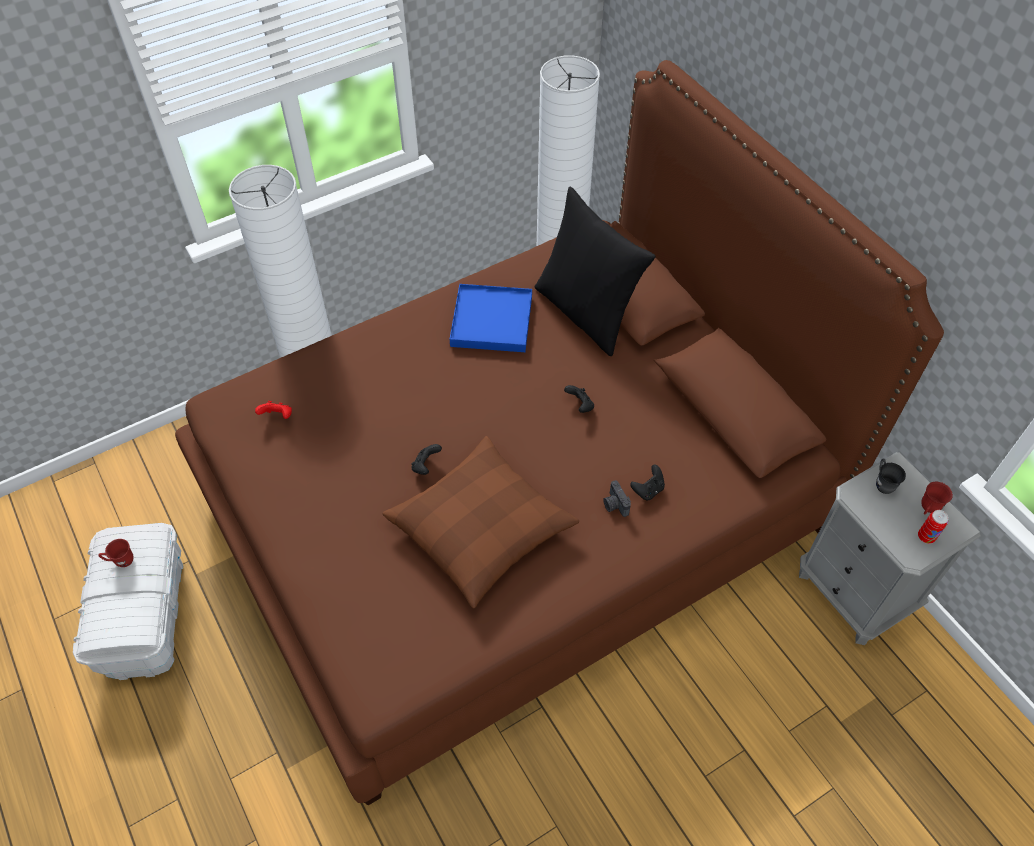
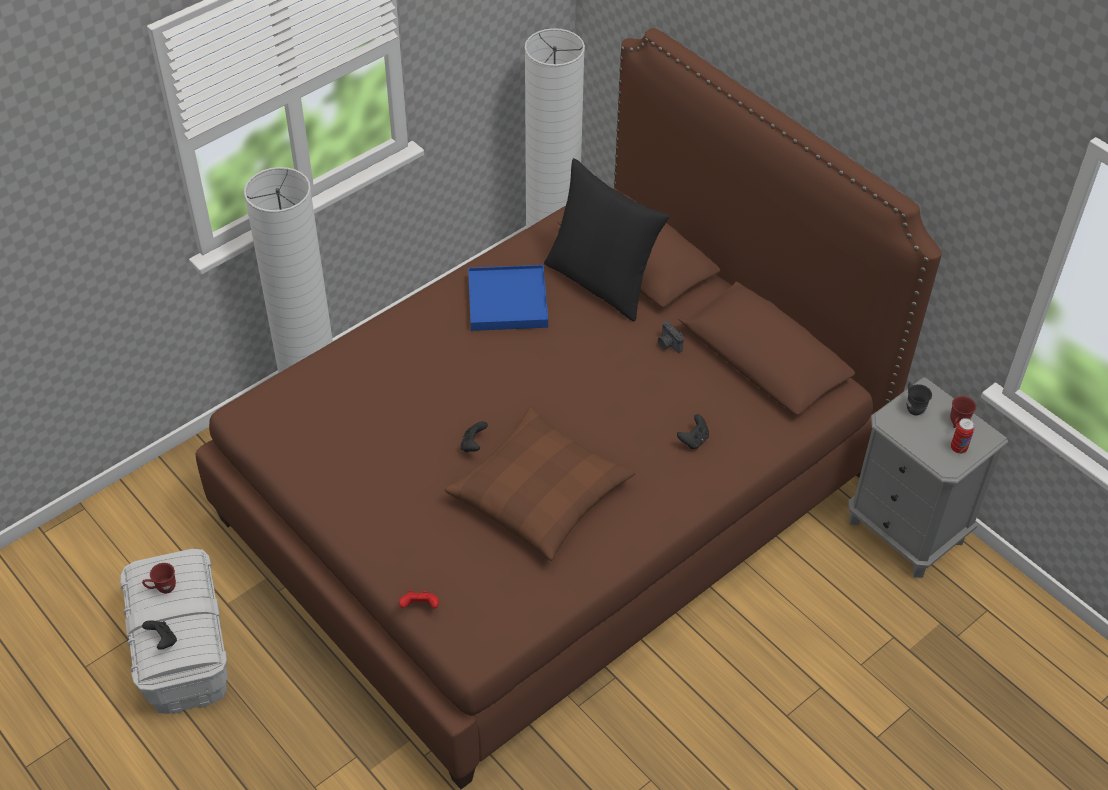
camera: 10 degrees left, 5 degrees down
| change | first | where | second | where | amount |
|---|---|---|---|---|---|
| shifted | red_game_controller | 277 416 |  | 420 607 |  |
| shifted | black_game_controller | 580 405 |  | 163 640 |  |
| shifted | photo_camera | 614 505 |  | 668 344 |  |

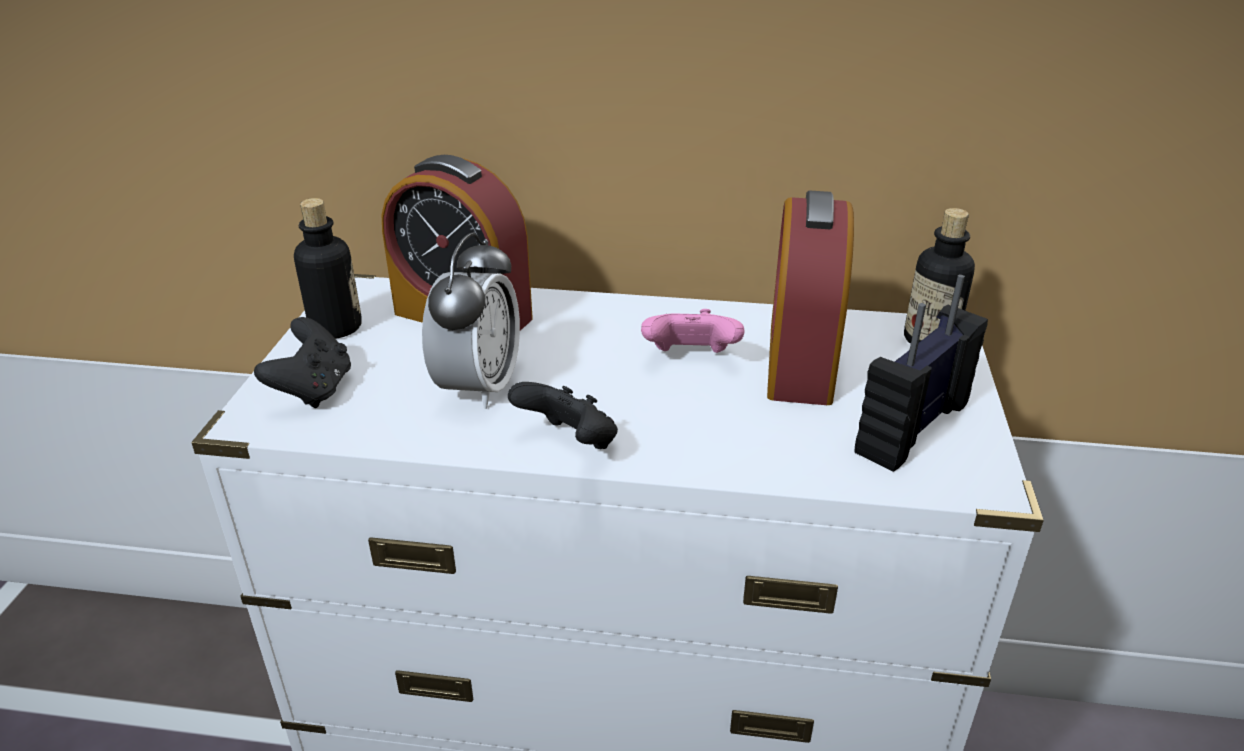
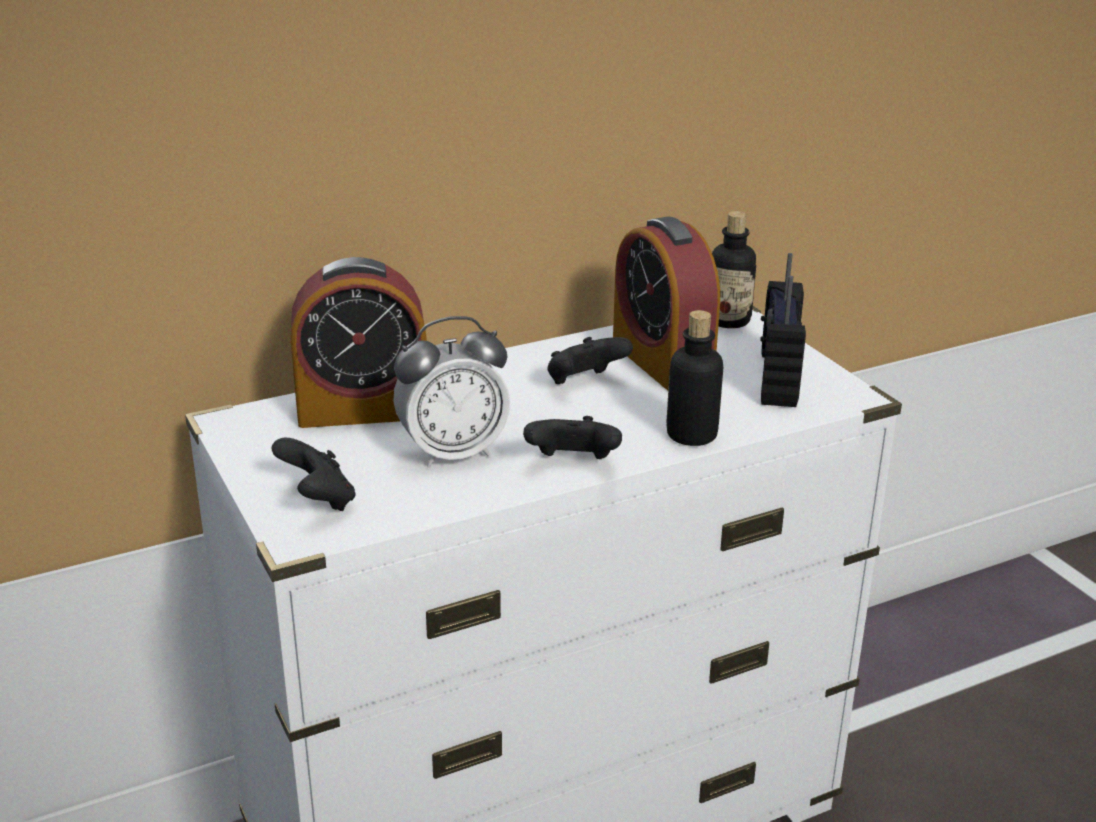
camera: 35 degrees left, 5 degrees down
| change | first | where | second | where | amount |
|---|---|---|---|---|---|
| shifted | bottle | 336 327 |  | 691 435 |  |
| repainted | pink_game_controller | 690 358 | black_game_controller | 584 383 |  |
| rotated | alarm_clock | 478 387 |  | 453 453 | 90 degrees clockwise |

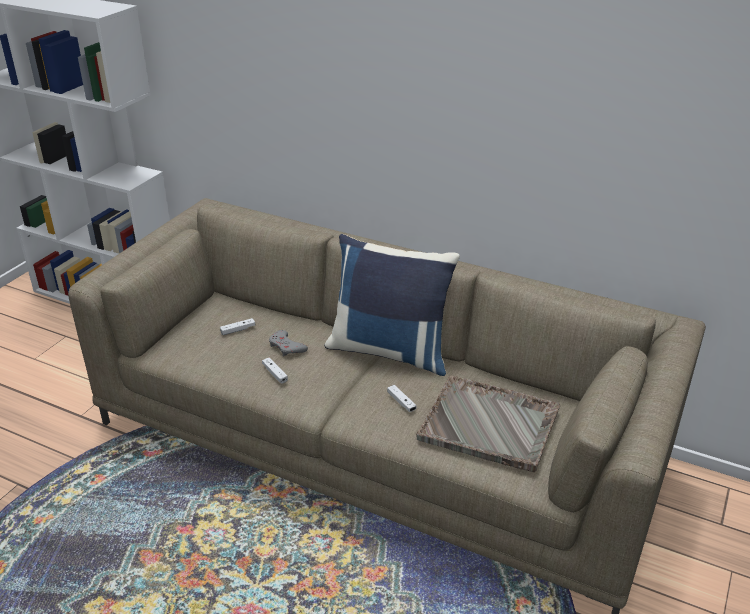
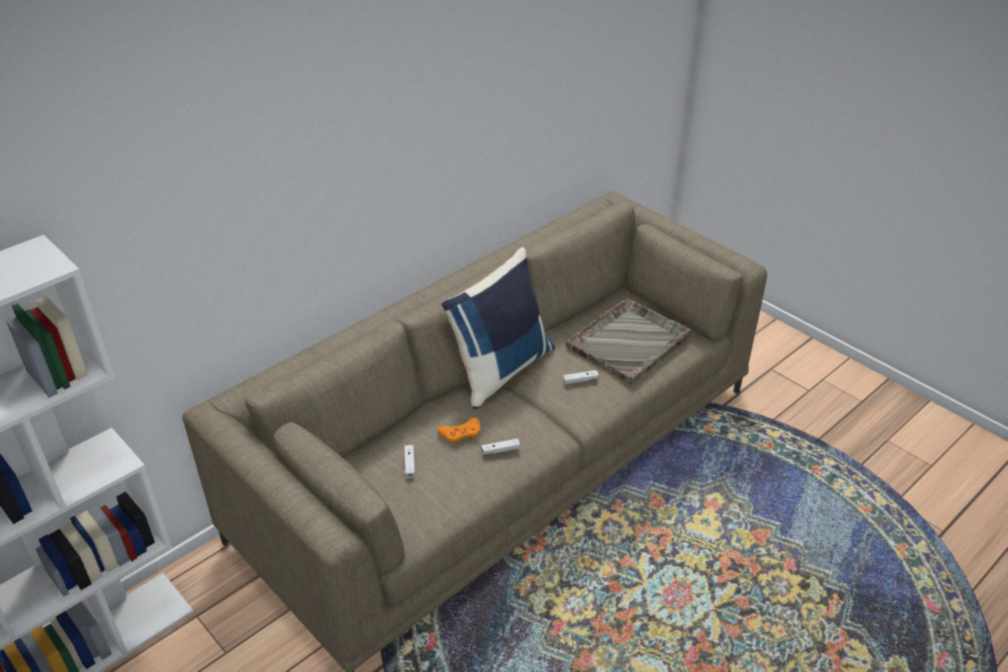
camera: 70 degrees left, 5 degrees up
| change | first | where | second | where | amount |
|---|---|---|---|---|---|
| repainted | grey_game_controller | 286 347 | orange_game_controller | 461 434 |  |

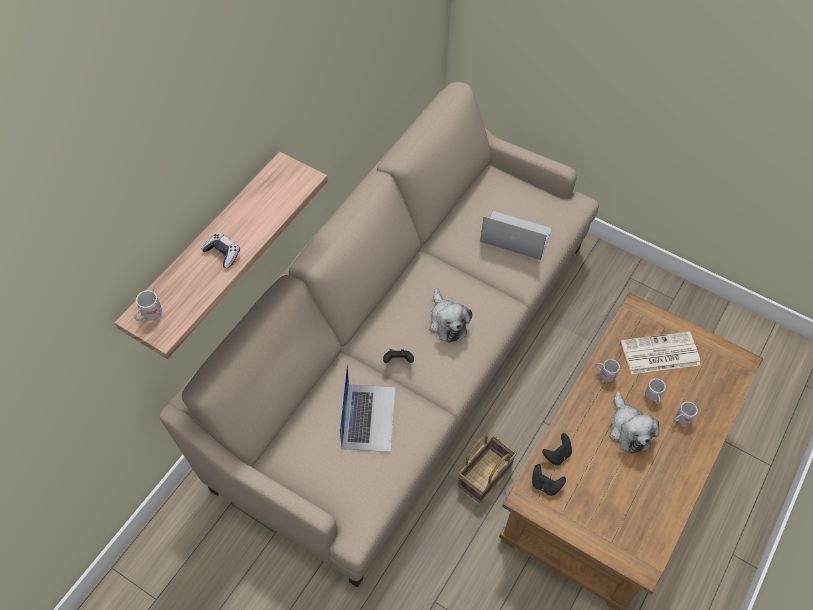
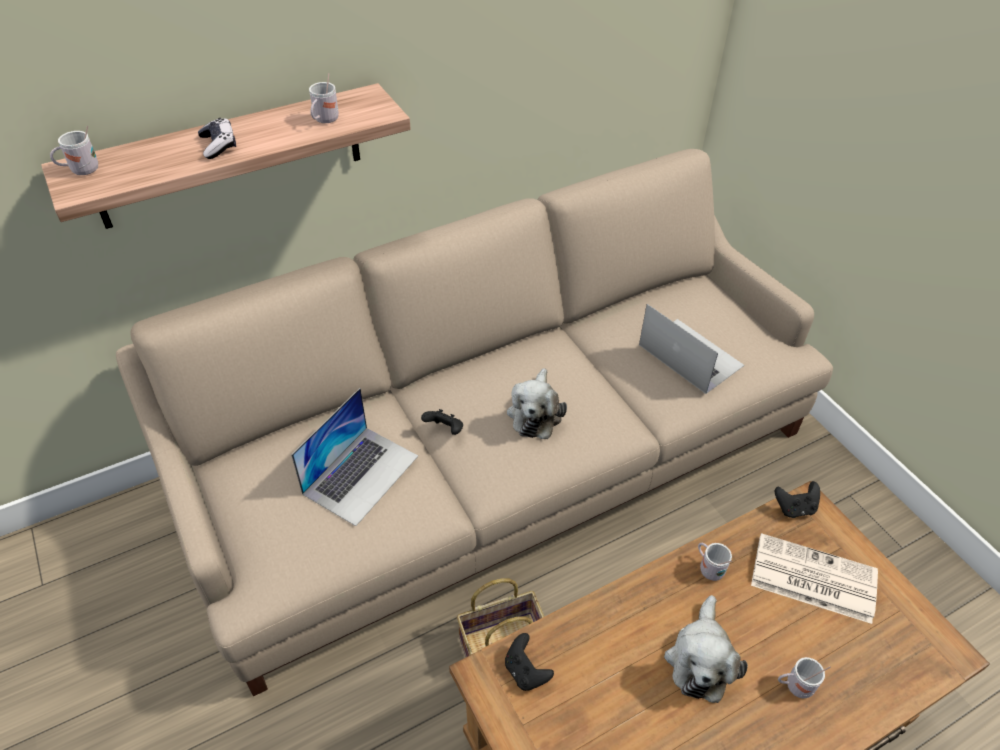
camera: 30 degrees right, 10 degrees down
| change | first | where | second | where | amount |
|---|---|---|---|---|---|
| shifted | black_game_controller | 557 455 |  | 794 508 |  |
| shifted | white_mug | 652 398 |  | 324 121 |  |

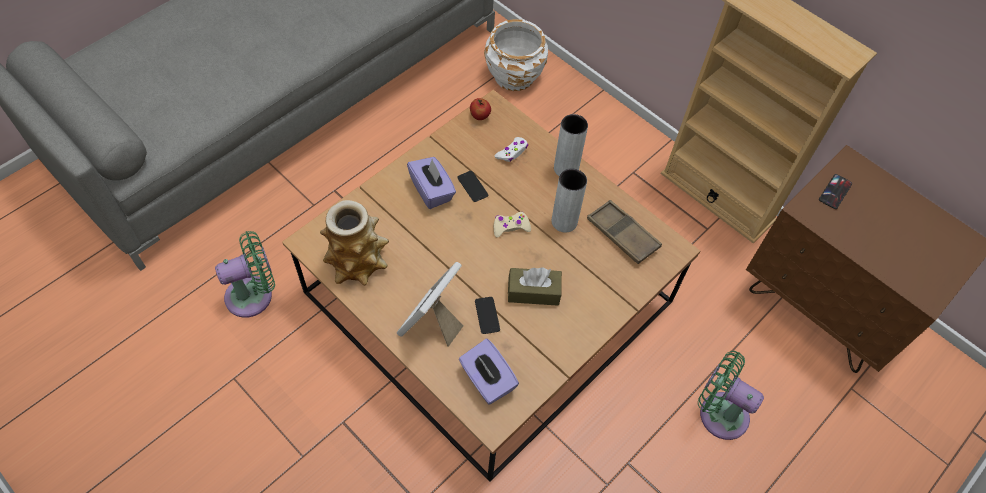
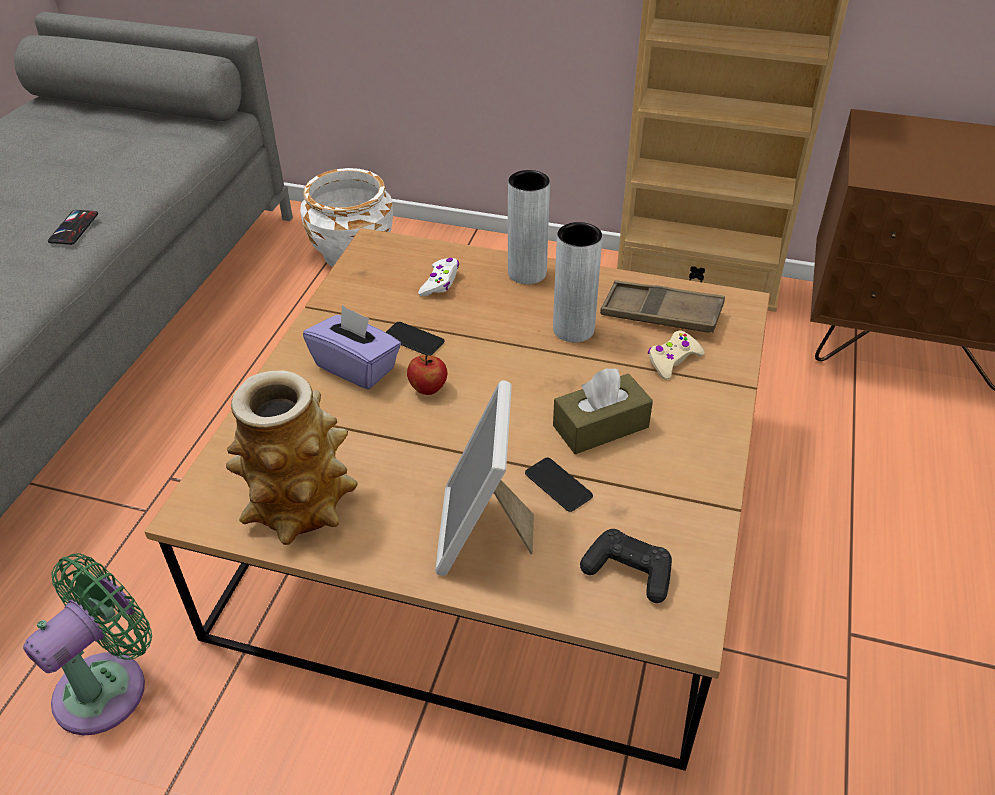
camera: 25 degrees left, 15 degrees down
| change | first | where | second | where | amount |
|---|---|---|---|---|---|
| gone | green_fan | 719 412 |  |  |  |
| shifted | apple | 480 116 |  | 428 389 |  |
| shifted | beige_game_controller | 510 227 |  | 672 360 |  |
| shifted | phone | 835 192 |  | 74 228 |  |
| swapped | purple_tissue_box | 487 380 | black_game_controller | 628 572 |  |

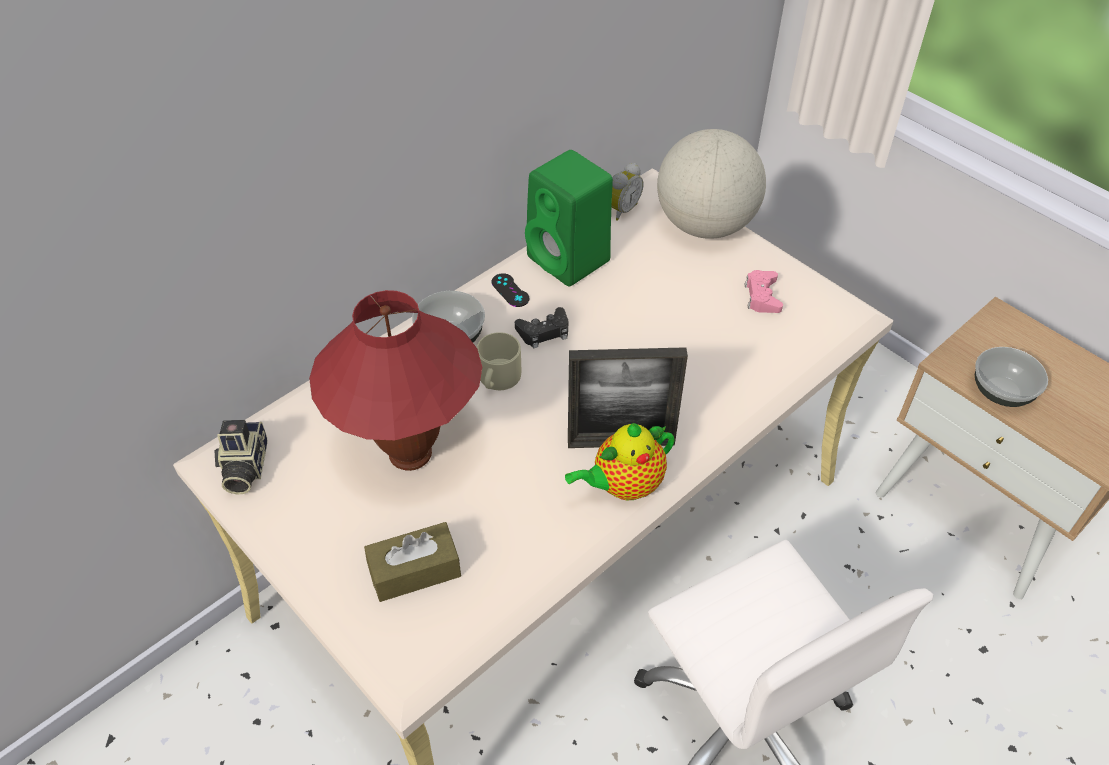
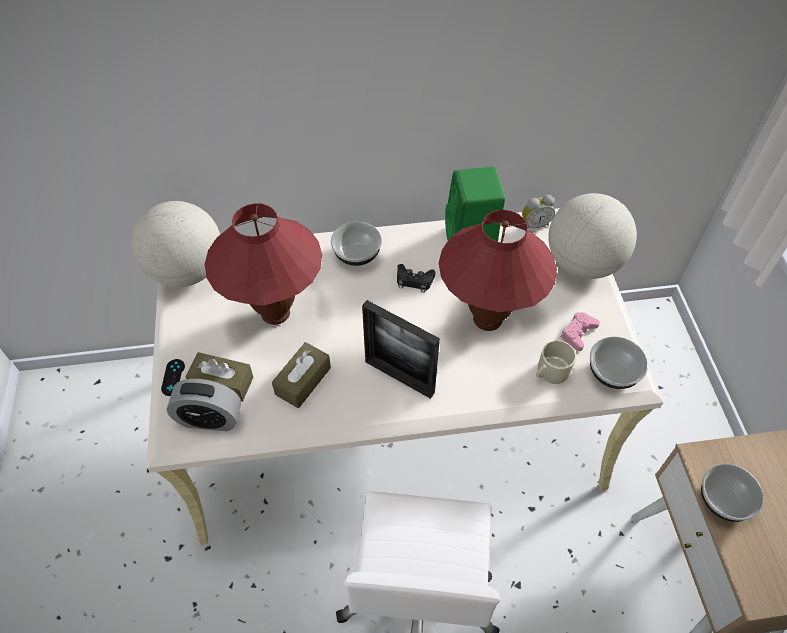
camera: 35 degrees right, 5 degrees up
| change | first | where | second | where | amount |
|---|---|---|---|---|---|
| gone | teapot | 623 485 |  |  |  |
| new |  |  | alarm_clock | 209 418 |  |
| new |  |  | brown_tissue_box | 303 381 |  |
| new |  |  | red_table_lamp | 488 320 |  |
| new |  |  | bowl | 613 373 |  |
| shifted | beige_mug | 497 378 |  | 550 372 |  |
| shifted | black_game_controller | 510 290 |  | 173 377 |  |
| swapped | photo_camera | 243 467 | globe | 187 271 |  |

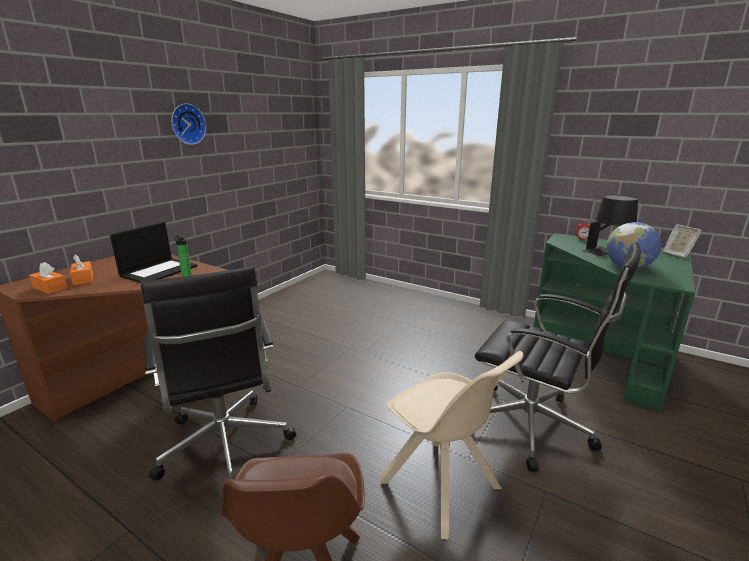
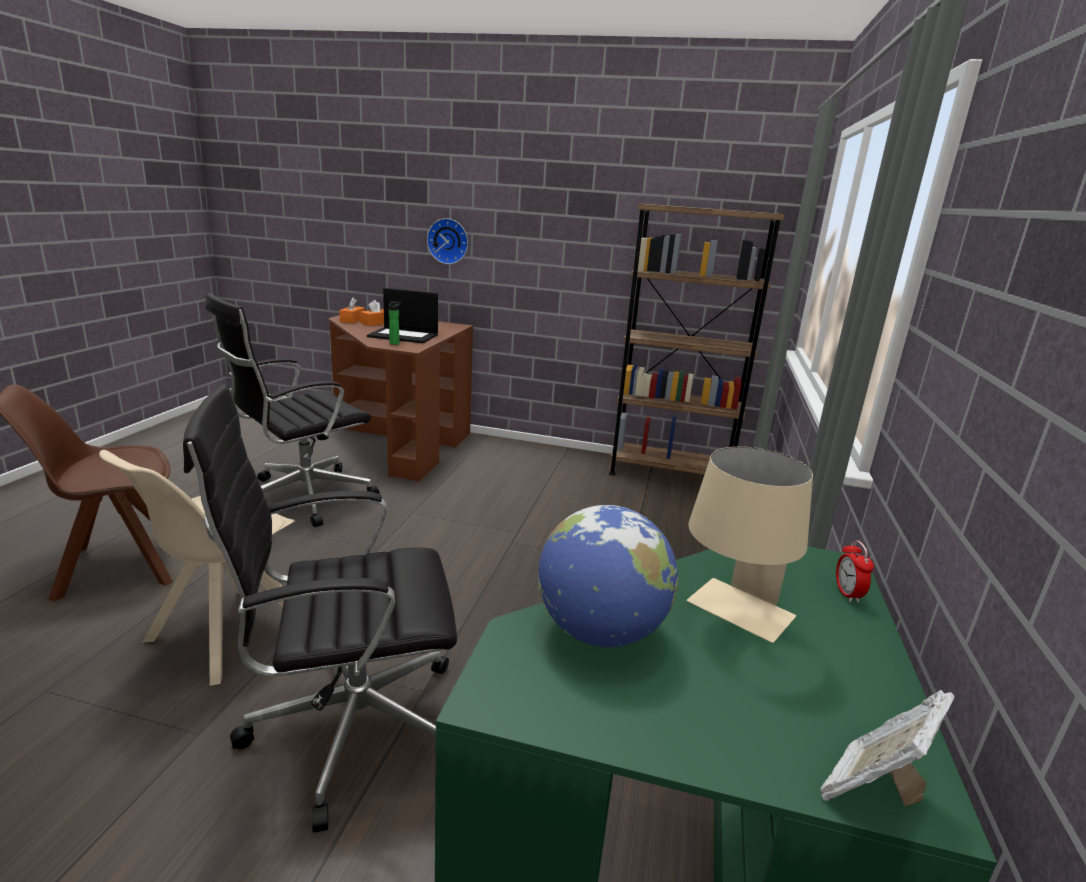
camera: 70 degrees right, 0 degrees up
| change | first | where | second | where | amount |
|---|---|---|---|---|---|
| new |  |  | brown_bookcase | 669 473 |  |
| shifted | wall_clock | 187 124 |  | 448 241 |  |
| repainted | black_table_lamp | 606 252 | beige_table_lamp | 732 617 |  |
| rotated | black_office_chair | 532 426 |  | 350 727 | 60 degrees clockwise |

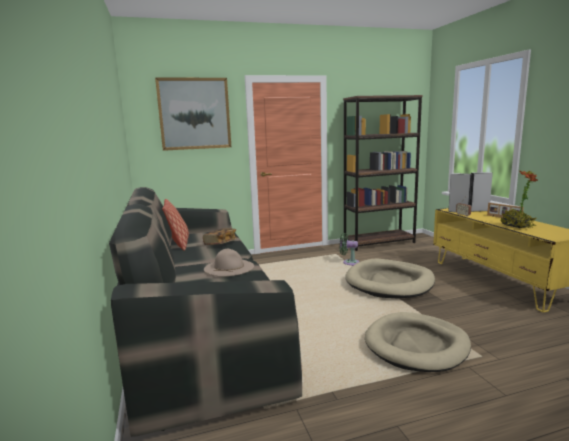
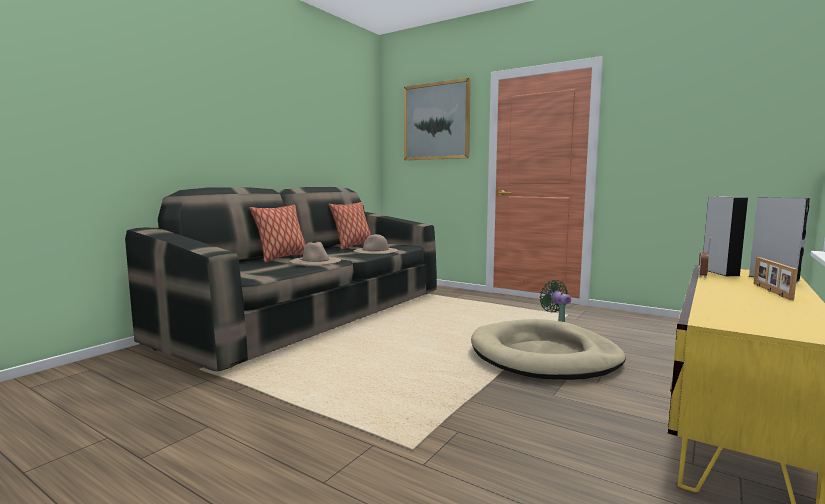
camera: 50 degrees right, 5 degrees down
| change | first | where | second | where | amount |
|---|---|---|---|---|---|
| gone | brown_bookcase | 379 243 |  |  |  |
| gone | beige_dog_bed | 416 345 |  |  |  |
| gone | potted_plant | 516 226 |  |  |  |
| new |  |  | pillow | 282 258 |  |
| swapped | book | 220 243 | beige_hat | 375 250 |  |

